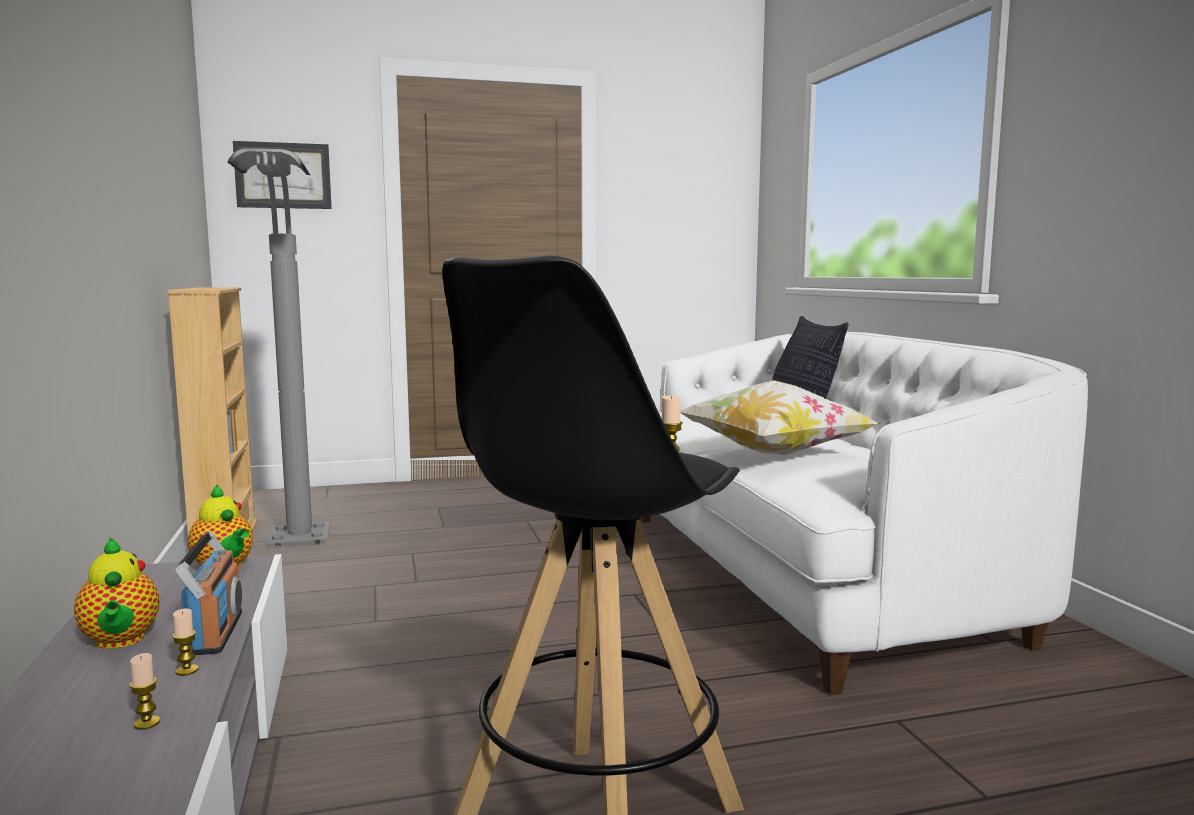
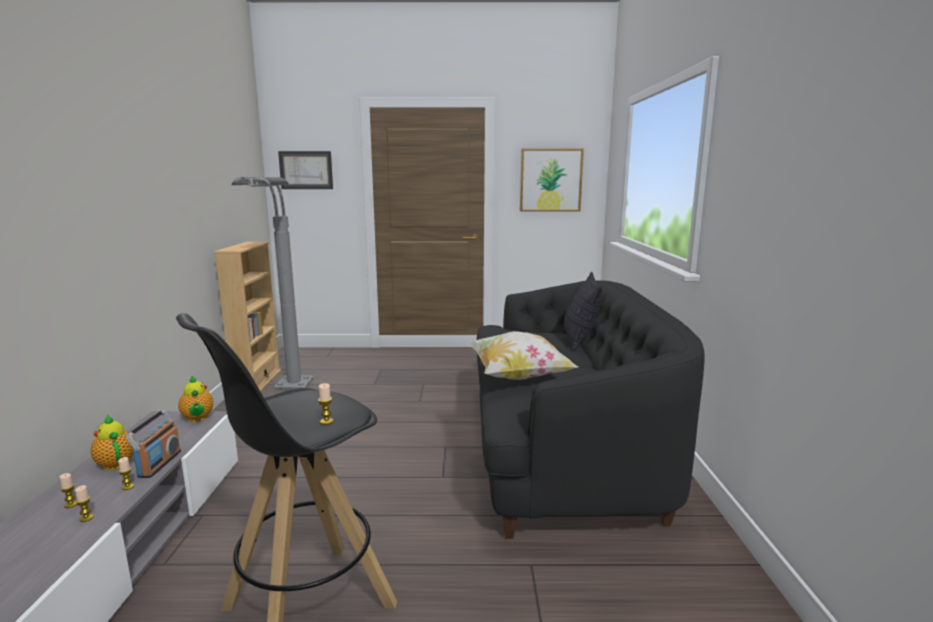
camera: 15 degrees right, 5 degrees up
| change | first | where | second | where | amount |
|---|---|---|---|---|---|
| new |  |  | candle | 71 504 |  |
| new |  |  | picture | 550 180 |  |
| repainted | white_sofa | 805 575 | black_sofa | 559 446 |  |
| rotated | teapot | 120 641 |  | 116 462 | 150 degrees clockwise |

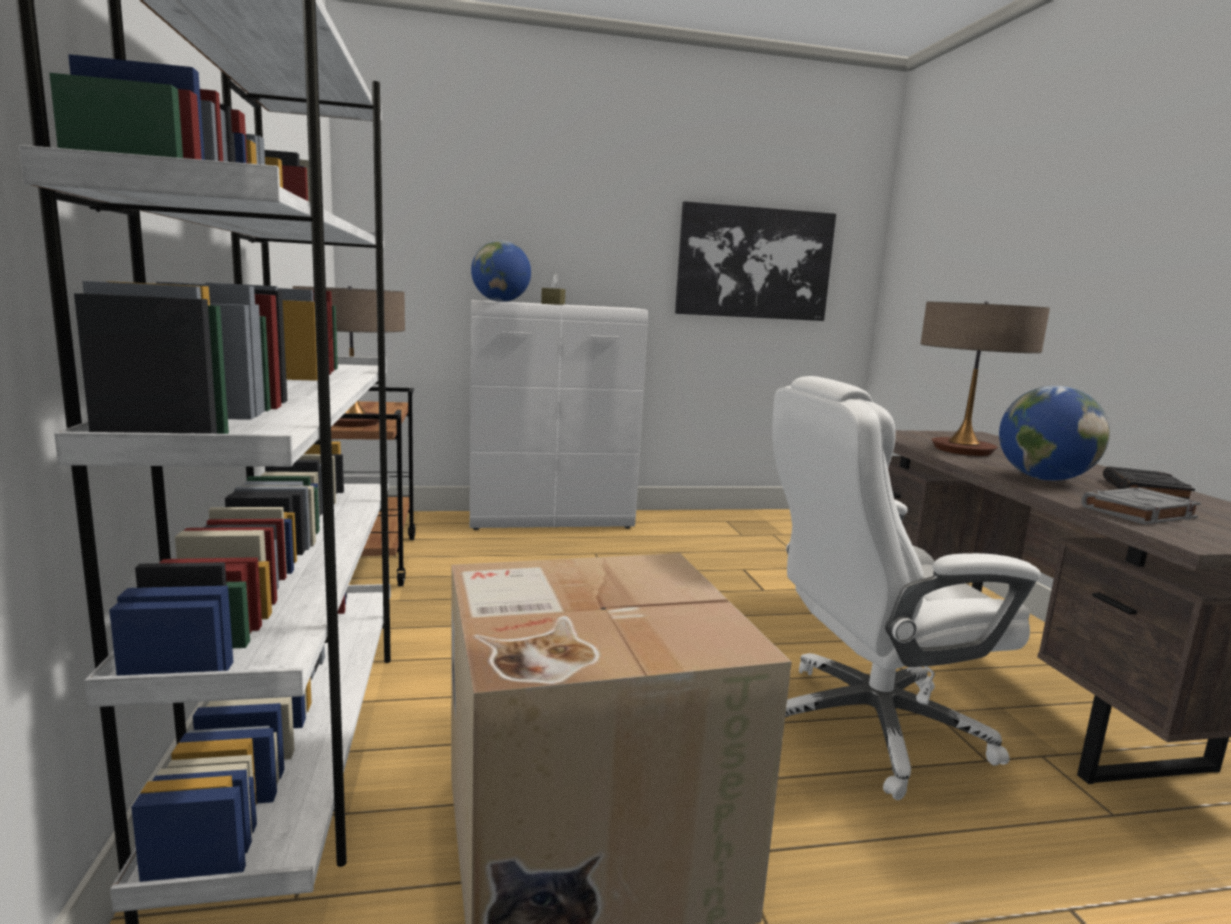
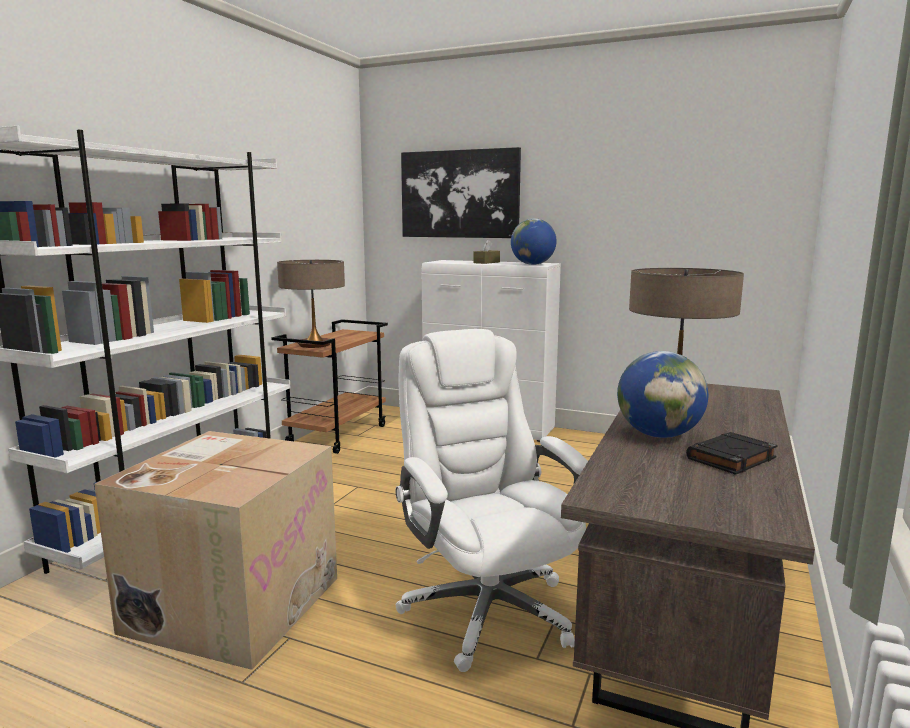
camera: 35 degrees right, 0 degrees up
| change | first | where | second | where | amount |
|---|---|---|---|---|---|
| gone | grey_book | 1138 513 |  |  |  |
| shifted | globe | 500 301 |  | 533 264 |  |
| shifted | picture | 754 263 |  | 459 194 |  |
| rotated | white_office_chair | 867 726 |  | 486 608 | 45 degrees clockwise |

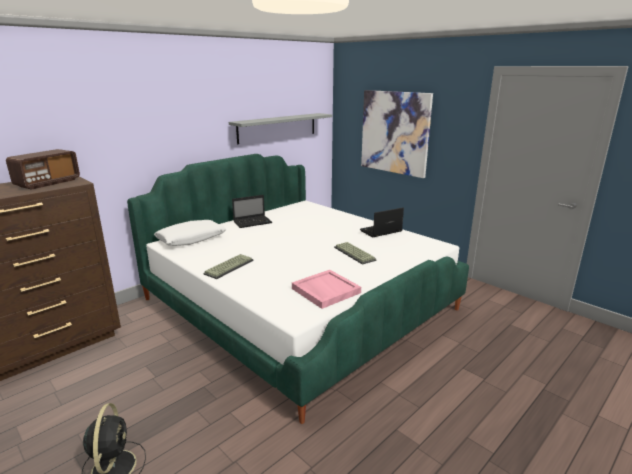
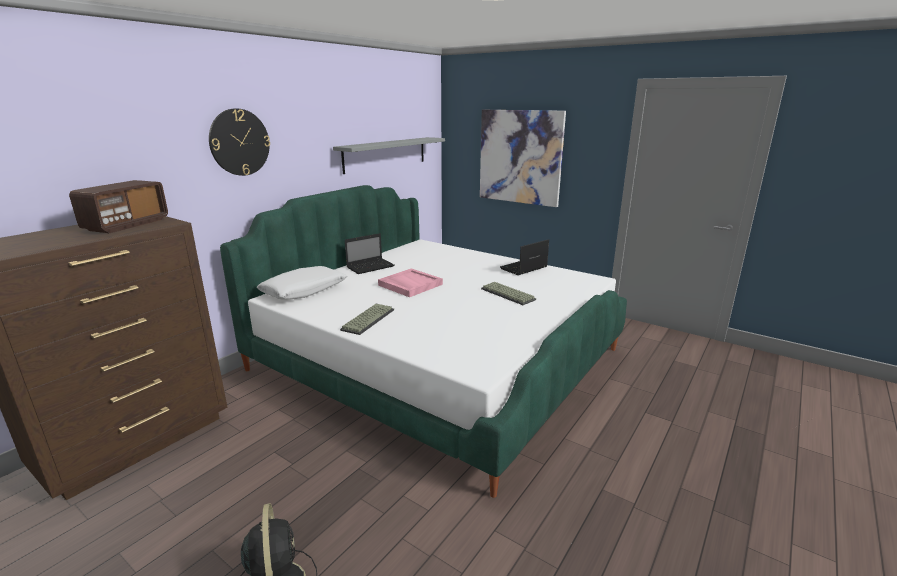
camera: 10 degrees left, 0 degrees up
| change | first | where | second | where | amount |
|---|---|---|---|---|---|
| new |  |  | wall_clock | 239 142 |  |
| shifted | pink_tray | 325 290 |  | 409 285 |  |

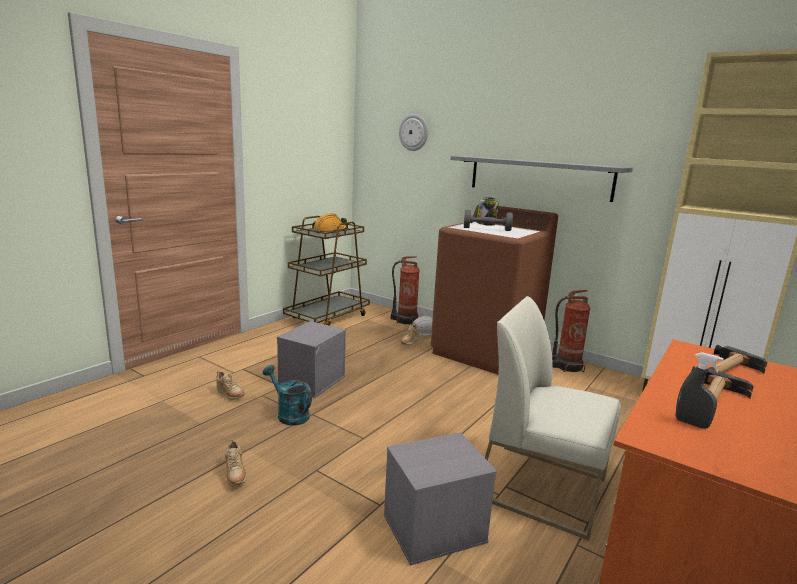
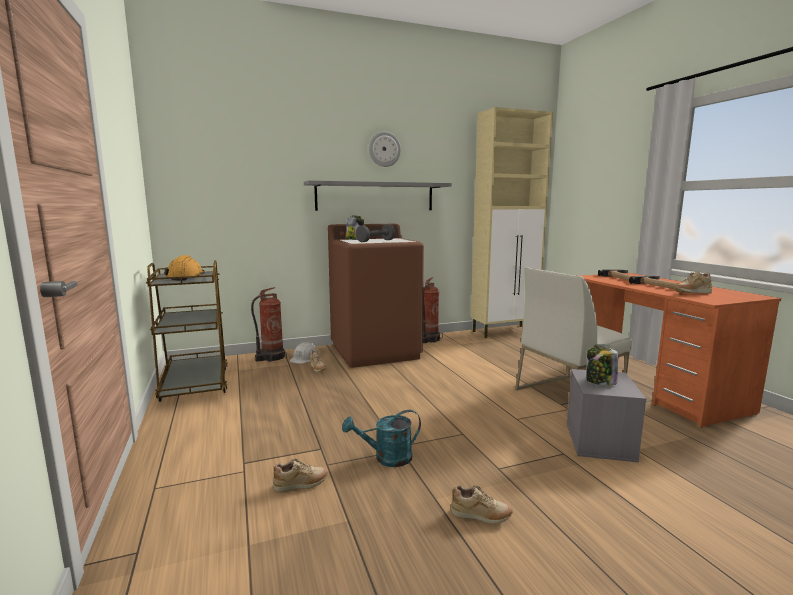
camera: 55 degrees left, 5 degrees down
| change | first | where | second | where | amount |
|---|---|---|---|---|---|
| gone | grey_storage_box | 312 381 |  |  |  |
| new |  |  | jar | 600 382 |  |
| shifted | wall_clock | 414 132 |  | 384 149 |  |
| swapped | grey_spray_bottle | 691 424 | beige_shoe | 691 294 |  |

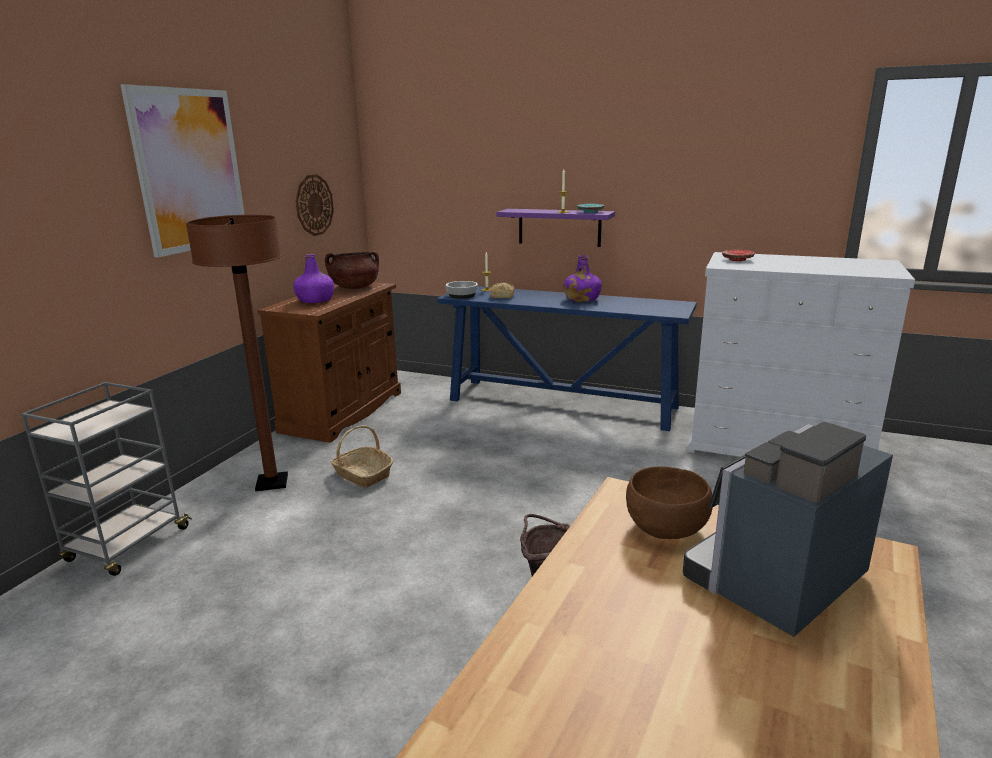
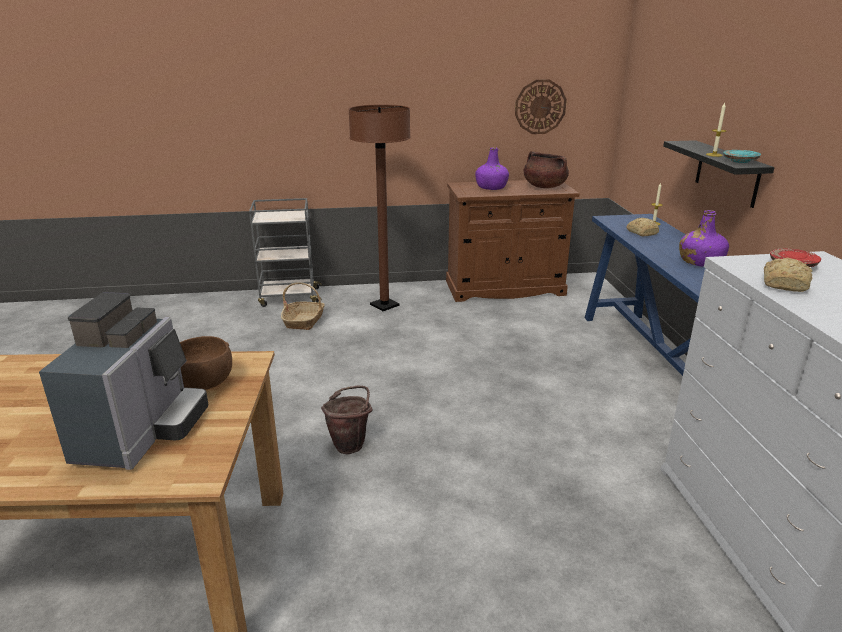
camera: 60 degrees right, 5 degrees up
| change | first | where | second | where | amount |
|---|---|---|---|---|---|
| gone | picture | 190 170 |  |  |  |
| gone | bowl | 462 296 |  |  |  |
| new |  |  | bread | 785 284 |  |
| shifted | basket | 362 474 |  | 304 321 |  |
| repainted | purple_shelf | 559 227 | black_shelf | 727 173 |  |
| rotated | coffee_machine | 775 582 |  | 142 431 | 75 degrees clockwise |

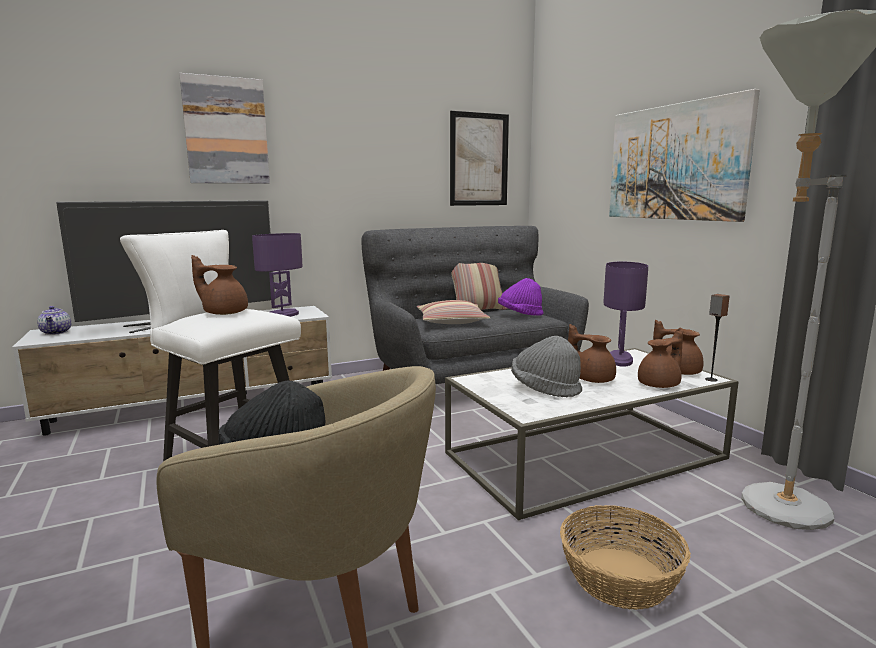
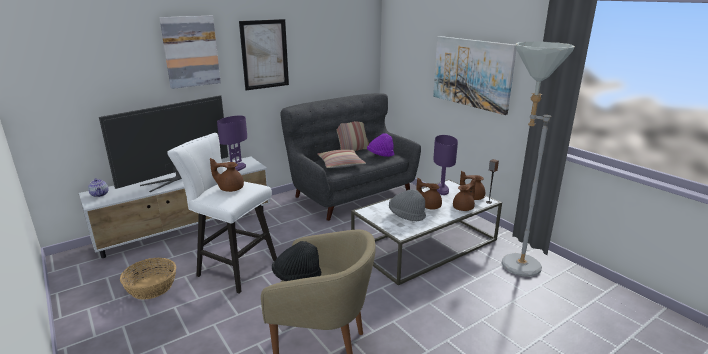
camera: 10 degrees left, 10 degrees up
| change | first | where | second | where | amount |
|---|---|---|---|---|---|
| shifted | picture | 479 159 |  | 264 54 |  |
| shifted | basket | 619 577 |  | 151 287 |  |

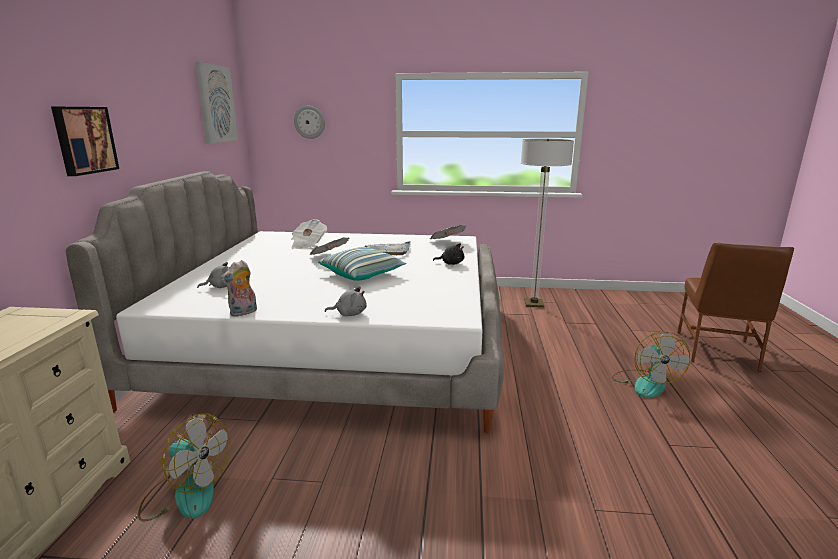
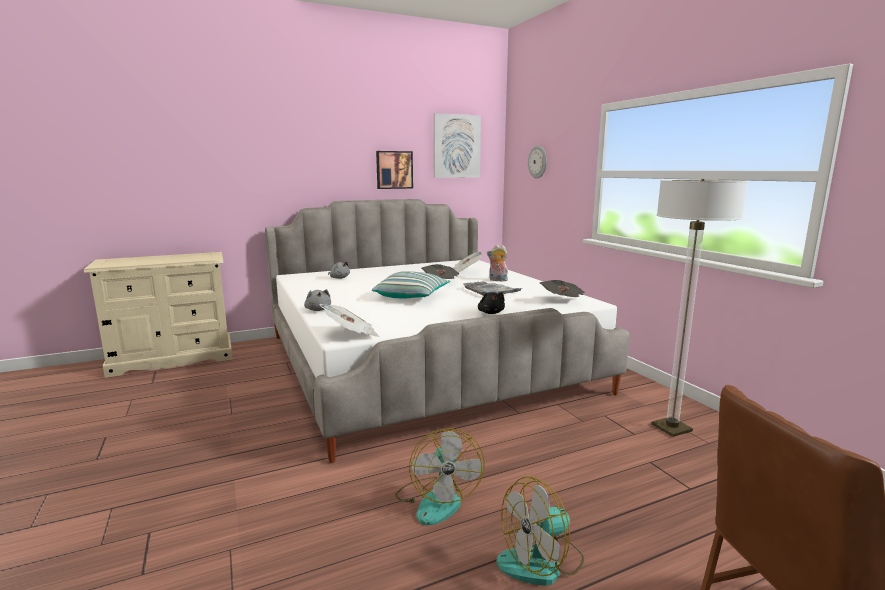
camera: 60 degrees right, 5 degrees down
| change | first | where | second | where | amount |
|---|---|---|---|---|---|
| new |  |  | newspaper | 351 335 |  |
| shifted | picture | 84 140 |  | 394 170 |  |
| shifted | fan | 186 494 |  | 437 500 |  |
| shifted | plush_toy | 243 313 |  | 497 280 |  |

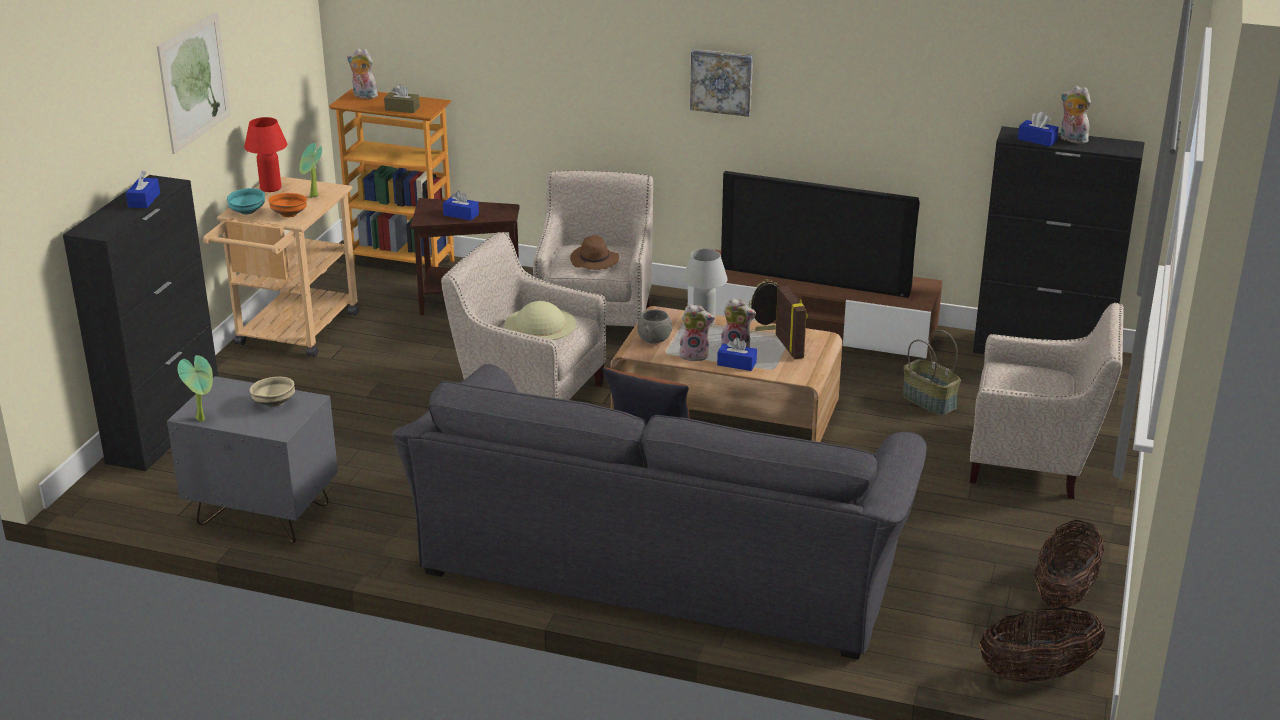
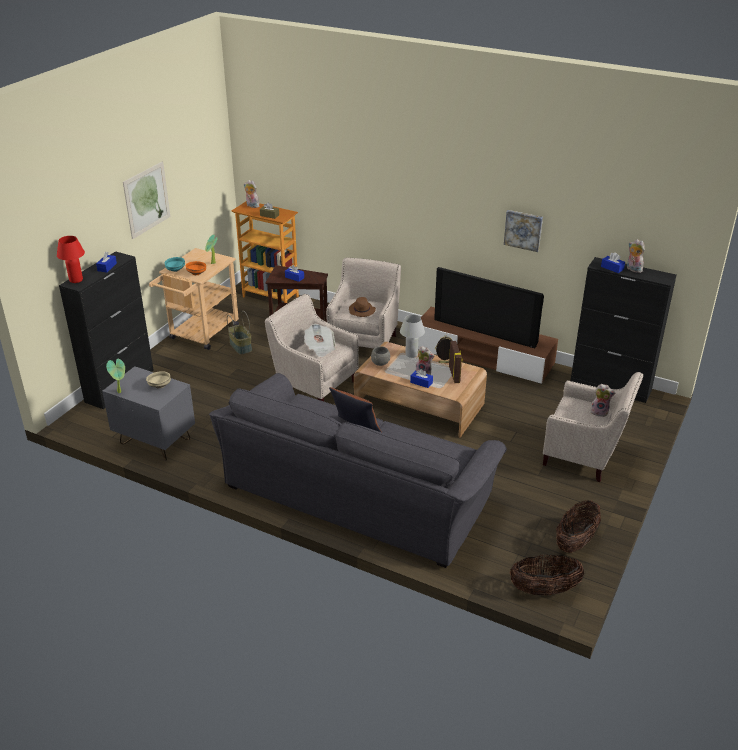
camera: 10 degrees right, 5 degrees up
| change | first | where | second | where | amount |
|---|---|---|---|---|---|
| shifted | red_table_lamp | 270 188 |  | 76 280 |  |
| shifted | plush_toy | 695 355 |  | 600 412 |  |
| shifted | picture | 722 81 |  | 523 230 |  |
| shifted | basket | 930 401 |  | 241 346 |  |
| swapped | beige_hat | 540 324 | newspaper | 320 348 |  |

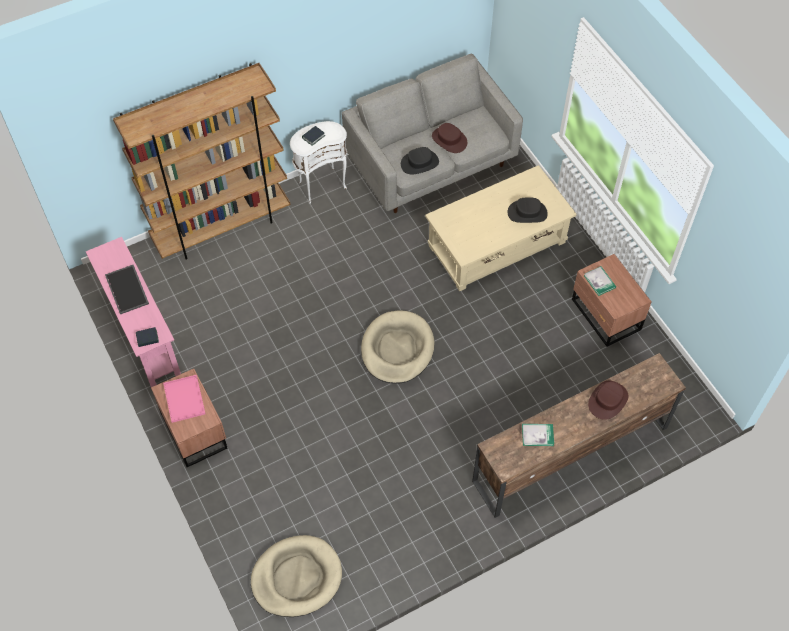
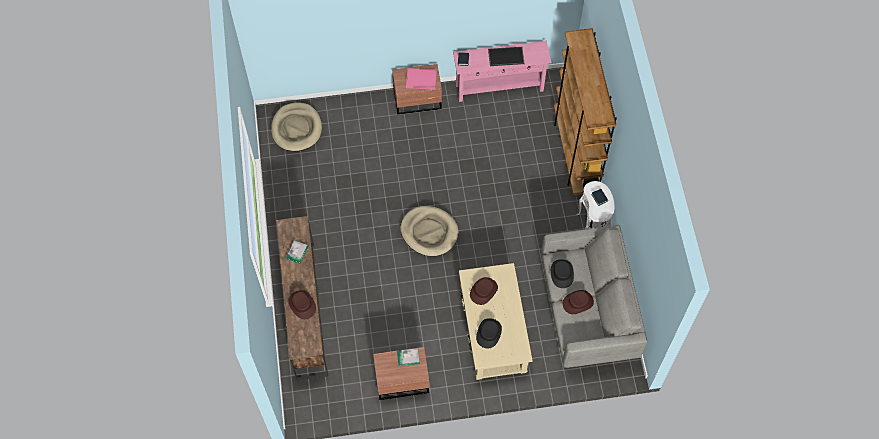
camera: 110 degrees right, 5 degrees up
| change | first | where | second | where | amount |
|---|---|---|---|---|---|
| new |  |  | brown_hat | 483 291 |  |

